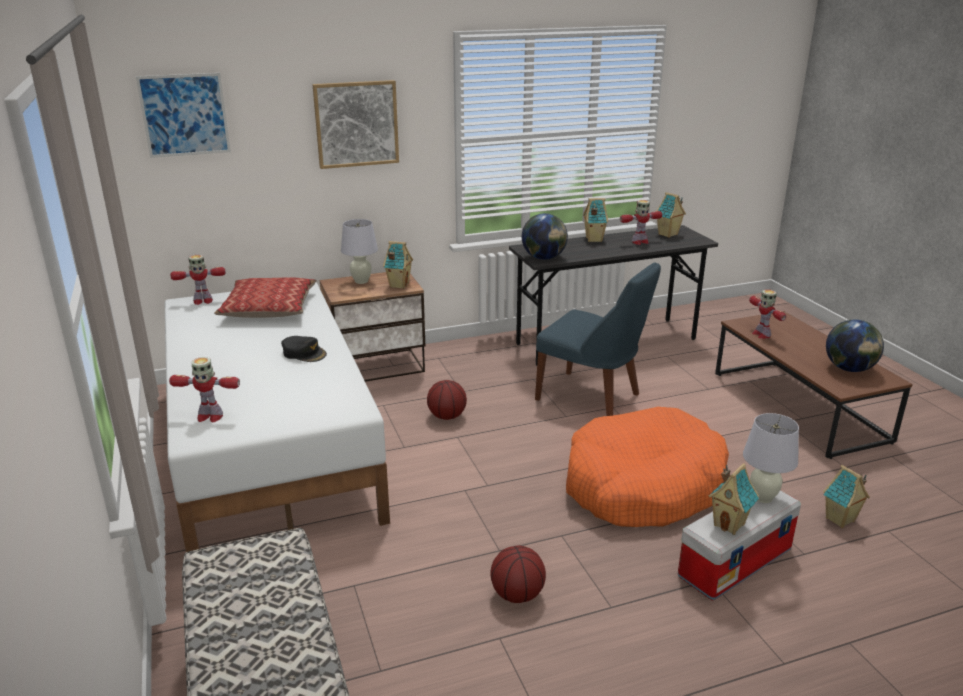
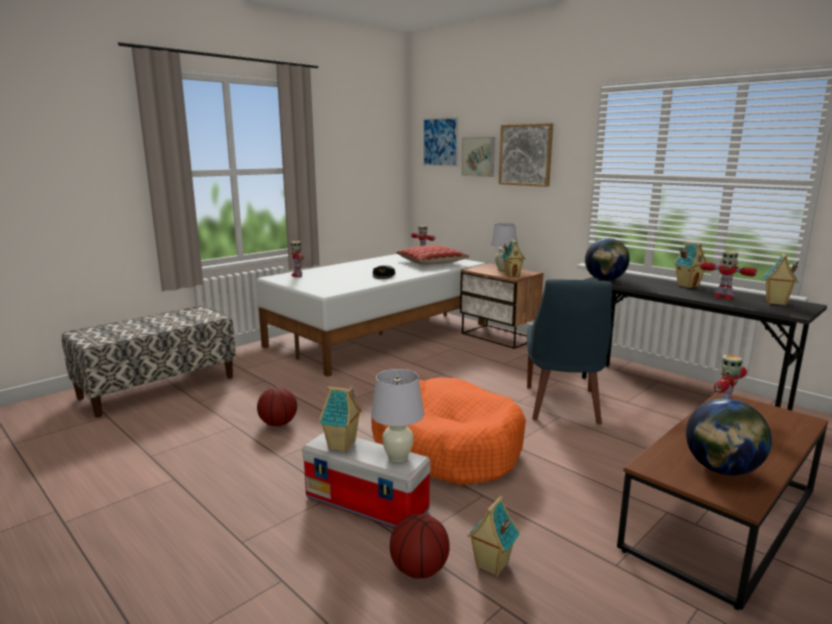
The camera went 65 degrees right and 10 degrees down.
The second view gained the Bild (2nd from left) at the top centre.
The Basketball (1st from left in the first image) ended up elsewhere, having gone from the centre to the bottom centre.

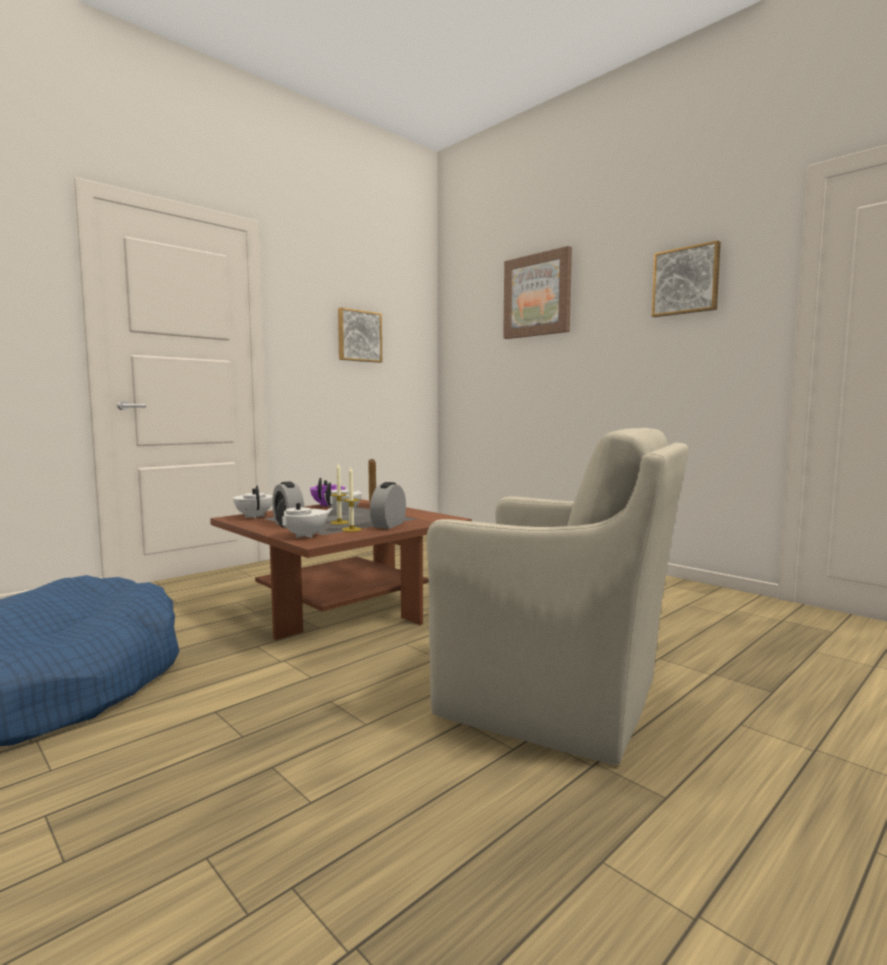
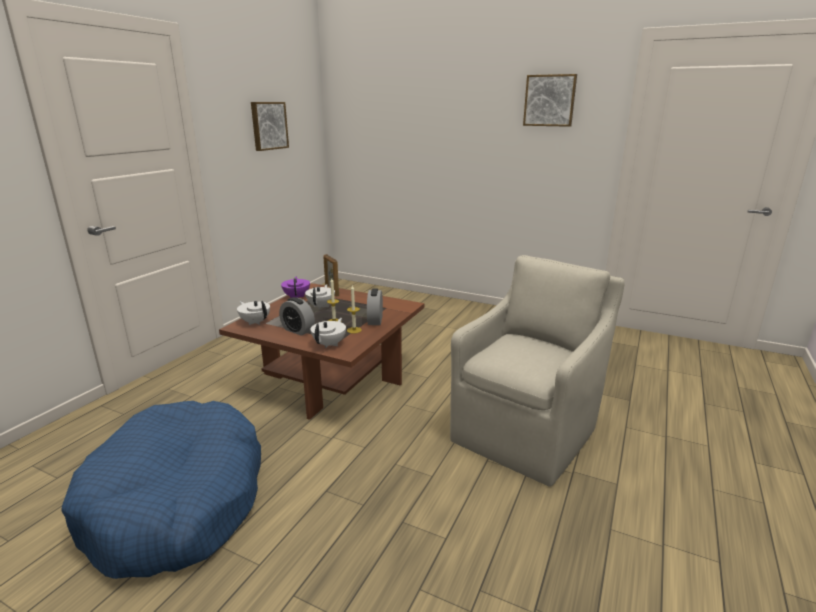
The camera went 20 degrees left and 15 degrees up.
The second view lost the Bild (2nd from left) at the top centre.
The Sessel [beige] at the centre ended up facing another way, 60 degrees counterclockwise from before.

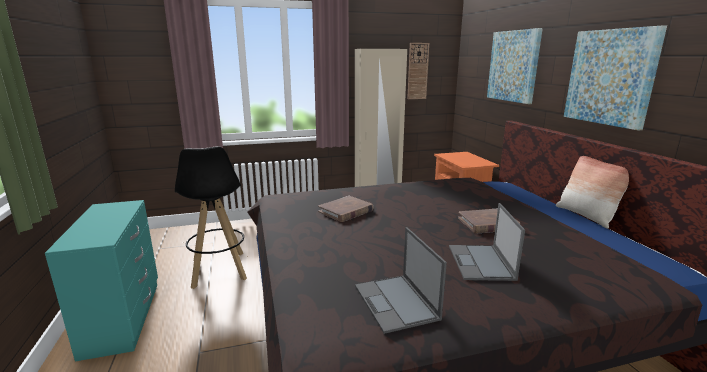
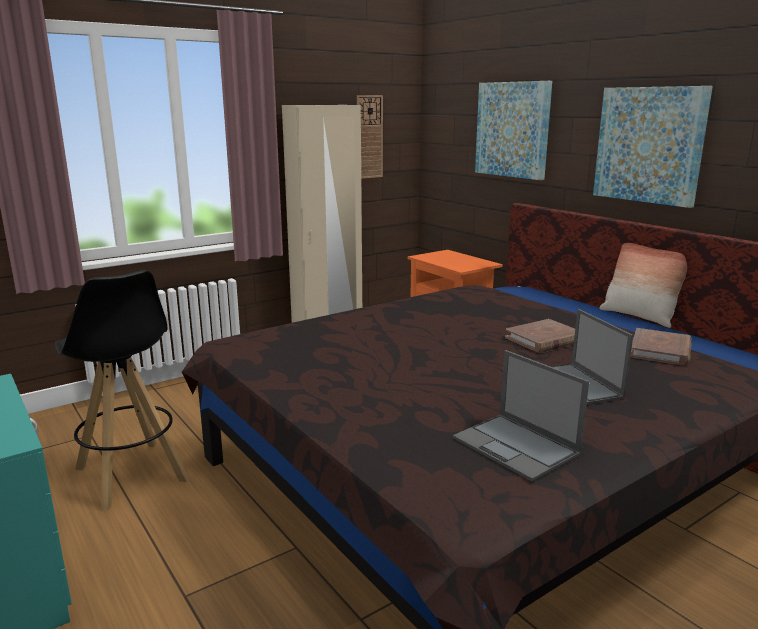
The camera went 20 degrees left and 0 degrees up.
The Buch [braun] (1st from left in the first image) ended up elsewhere, having gone from the centre to the middle right.

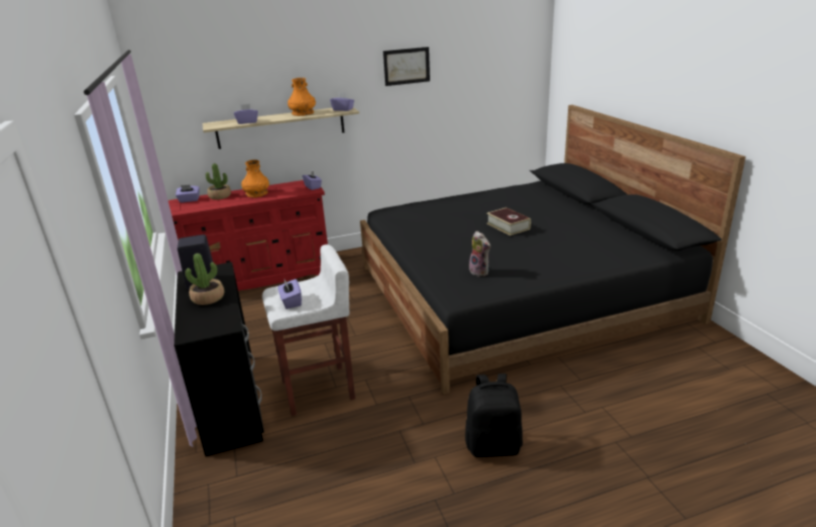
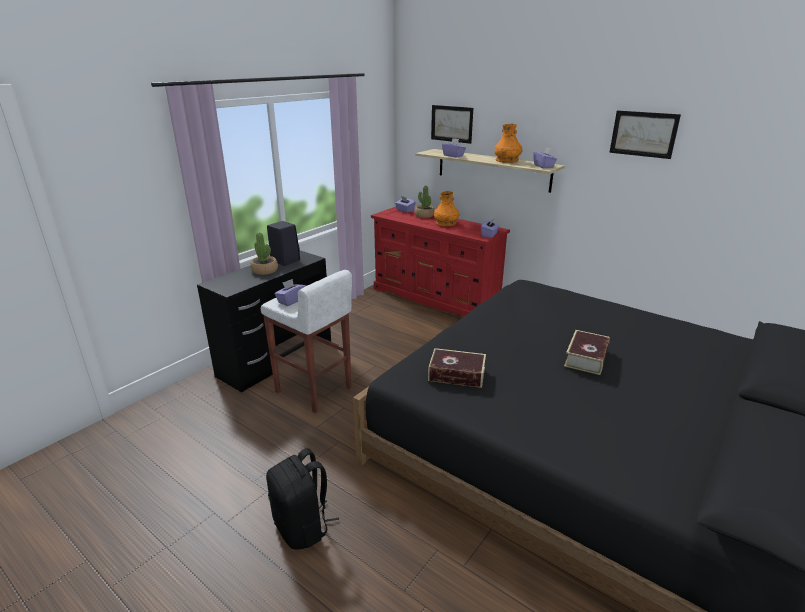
The camera went 55 degrees right and 0 degrees up.
The second view gained the Bild (1st from left) at the top centre.
Where the Plüschtier stood at the centre, the Buch (1st from left) came to stand at the centre.

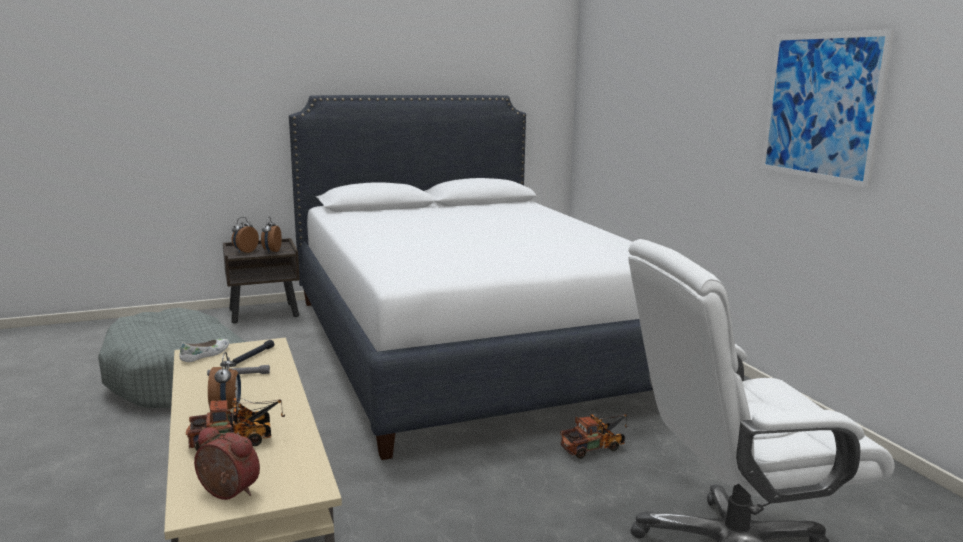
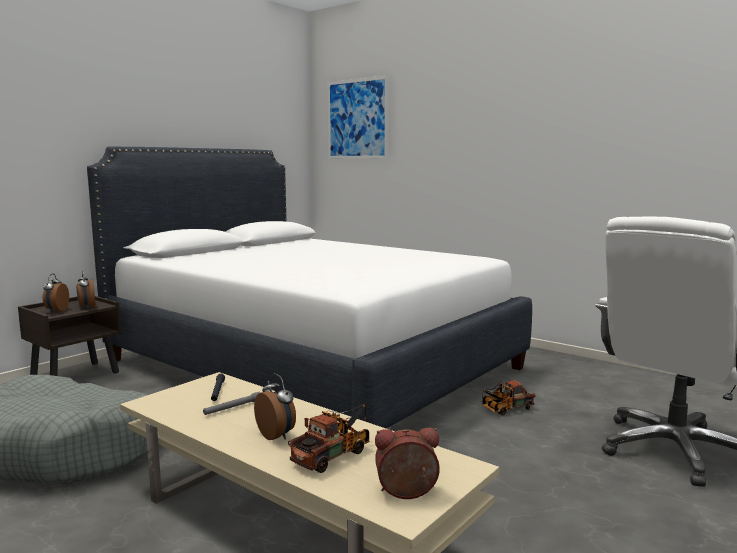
The camera went 30 degrees left and 5 degrees down.
The second view lost the Schuh [weiß] at the middle left.
The Bild ended up elsewhere, having gone from the top right to the top centre.
The Spielzeuglaster (2nd from left) at the bottom centre ended up facing another way, 150 degrees counterclockwise from before.

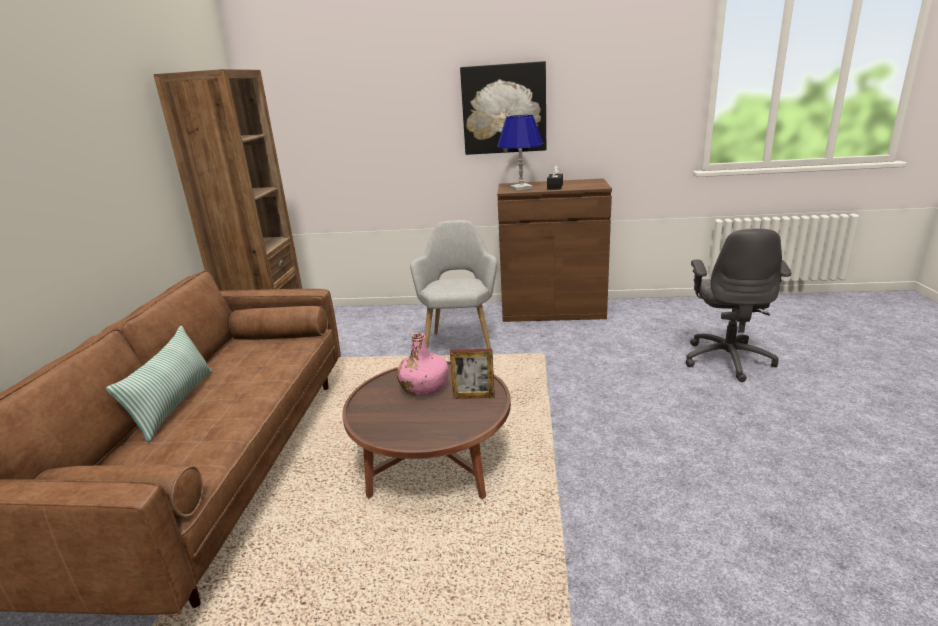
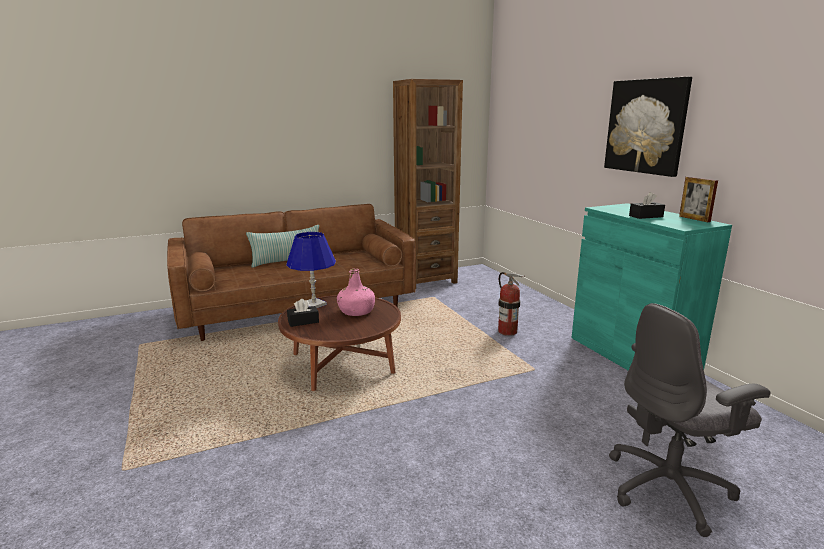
The camera went 60 degrees right and 5 degrees down.
The second view gained the Taschentuchbox [schwarz] (1st from left) at the centre.
The Bilderrahmen ended up elsewhere, having gone from the centre to the middle right.
The Tischlampe [blau] ended up elsewhere, having gone from the top centre to the centre.
Where the Sessel [grau] stood at the centre, the Feuerlöscher came to stand at the centre.
What was the Schrank [braun] at the centre turned into the Schrank [türkis] at the middle right.

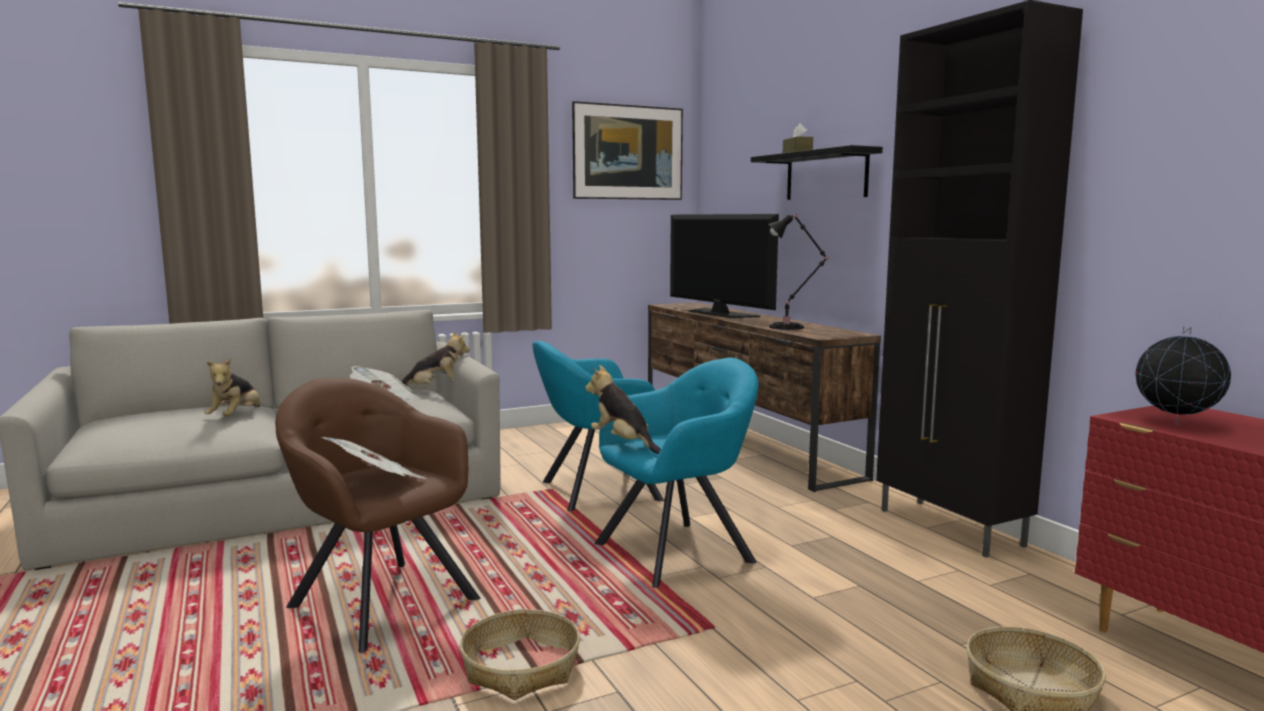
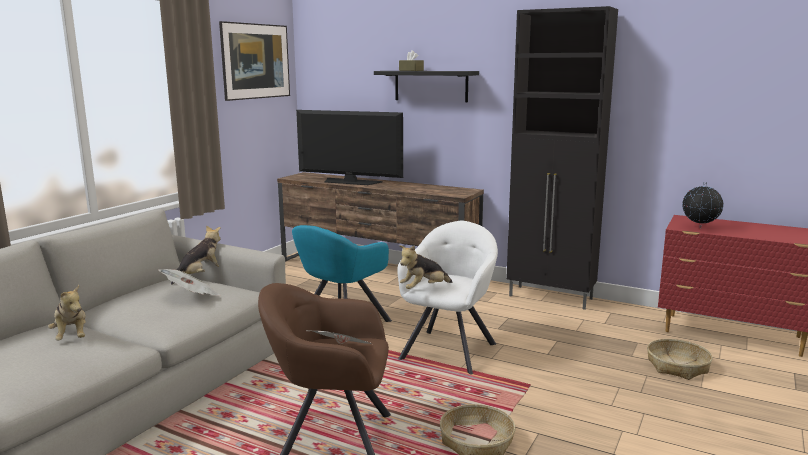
The camera went 35 degrees left and 5 degrees up.
The second view lost the Tischlampe [schwarz] at the centre.
What was the Sessel [türkis] (2nd from left) at the centre turned into the Sessel [weiß] at the centre.
The Plüschtier (3rd from left) at the centre ended up facing another way, 45 degrees counterclockwise from before.

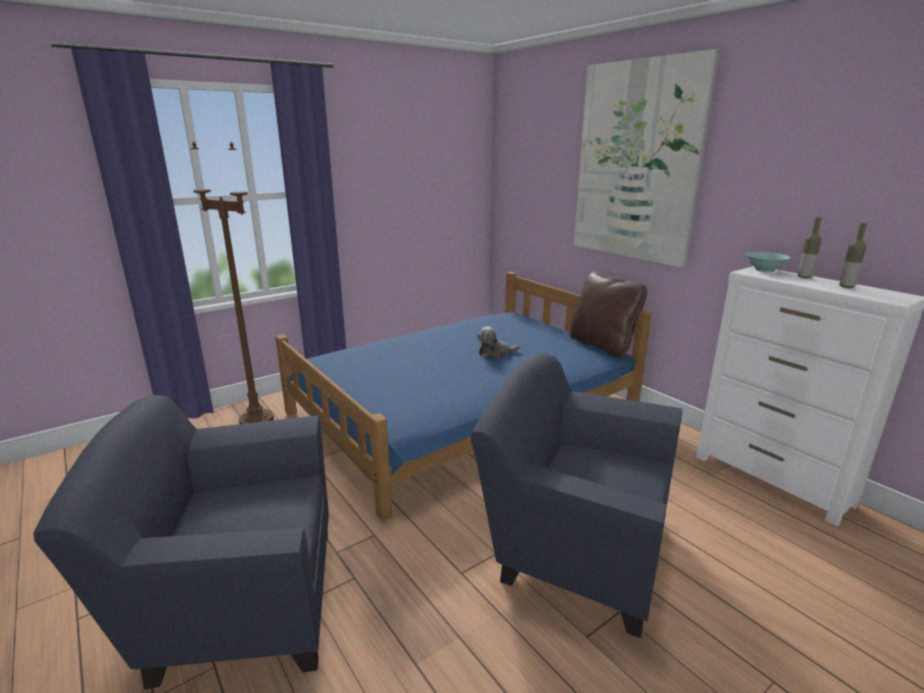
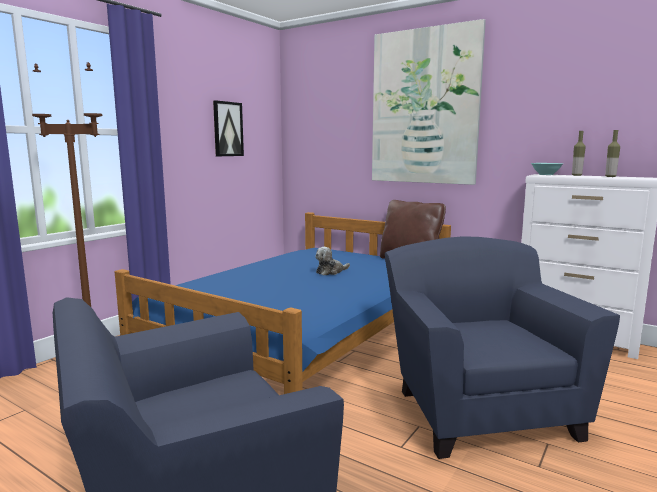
The camera went 20 degrees left and 10 degrees down.
The second view gained the Bild (1st from left) at the top centre.
The Sessel [blau] (2nd from left) at the bottom centre ended up facing another way, 75 degrees clockwise from before.

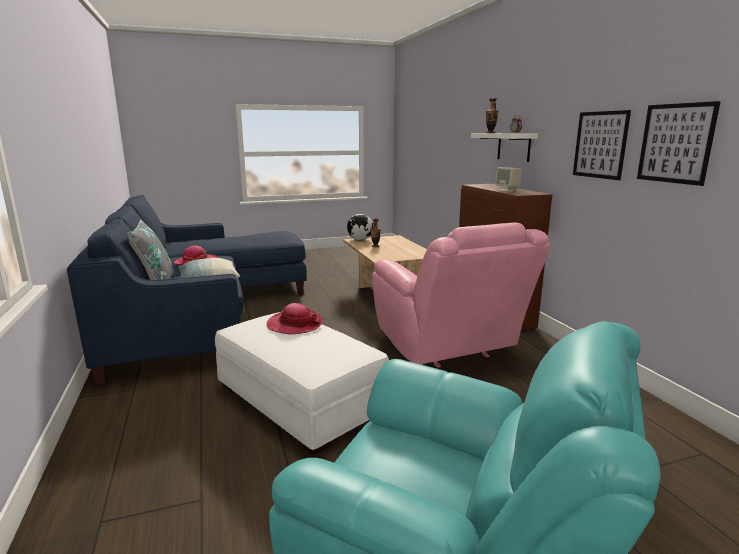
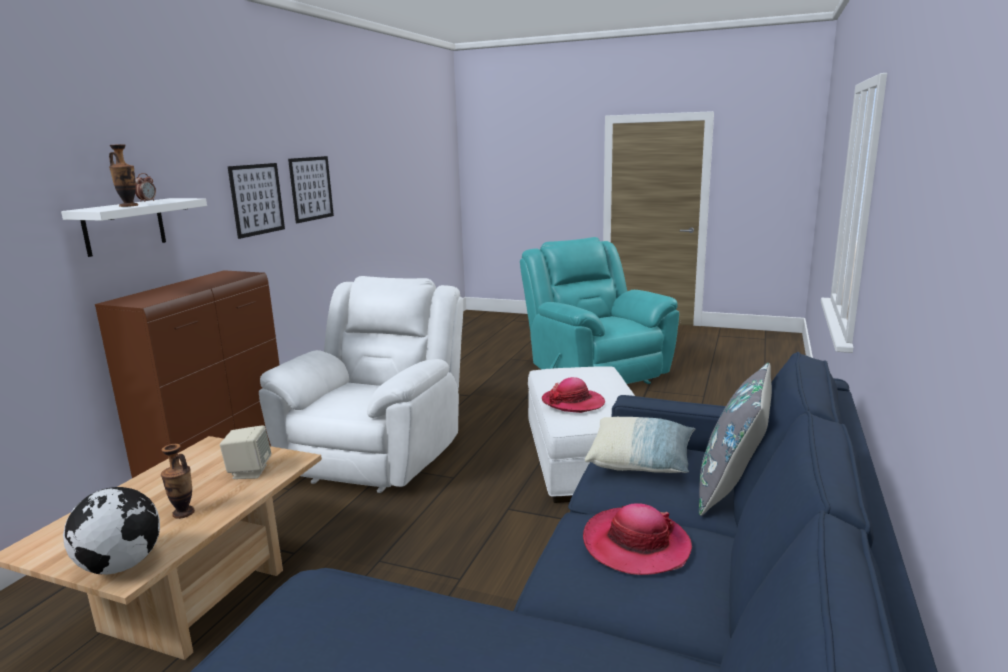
The camera went 140 degrees left and 0 degrees up.
The Lautsprecher [beige] ended up elsewhere, having gone from the top right to the bottom left.
What was the Sessel [rosa] at the centre turned into the Sessel [weiß] at the centre.

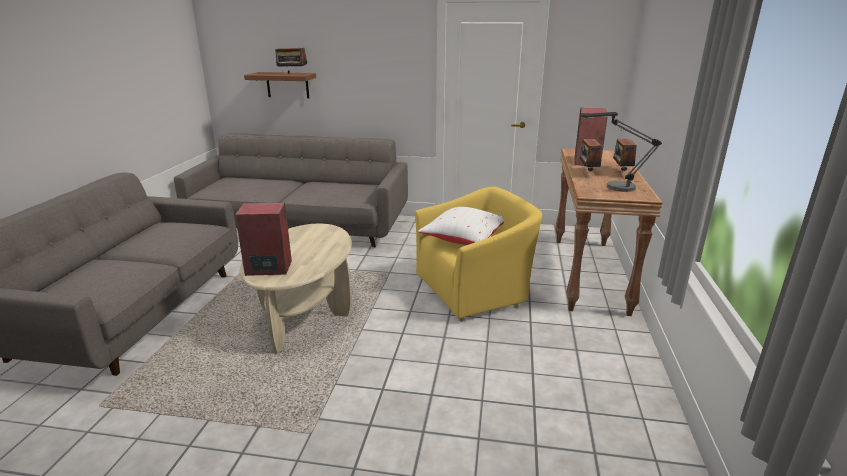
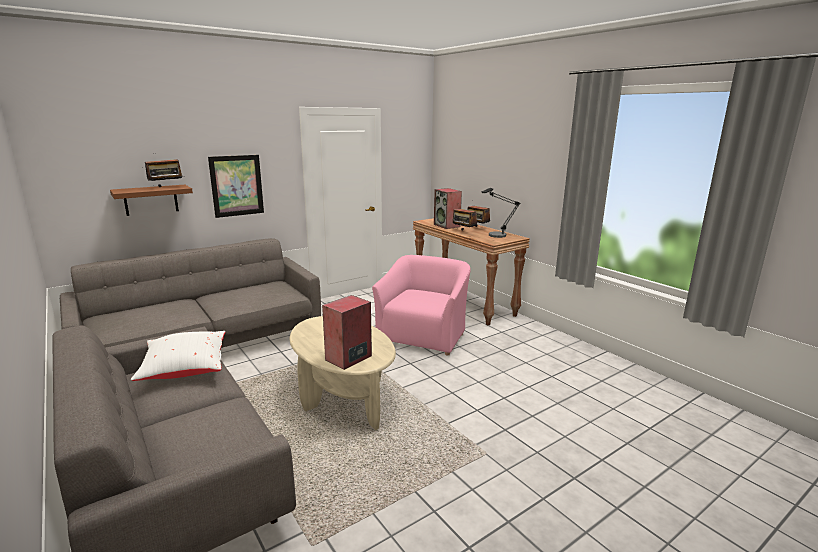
The camera went 45 degrees left and 5 degrees down.
The second view gained the Bild at the middle left.
The Kissen [weiß] ended up elsewhere, having gone from the centre to the middle left.
What was the Sessel [gelb] at the centre turned into the Sessel [rosa] at the centre.

